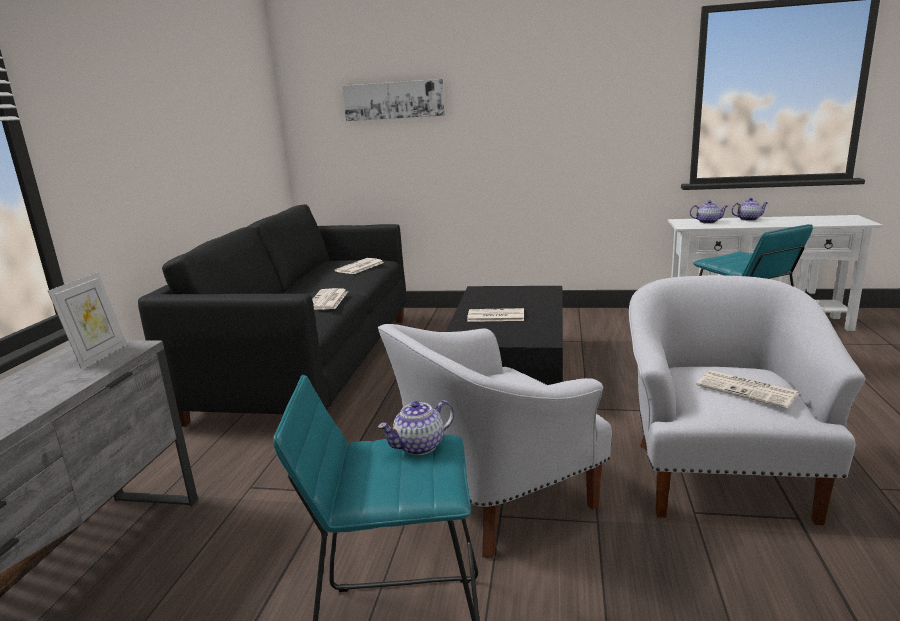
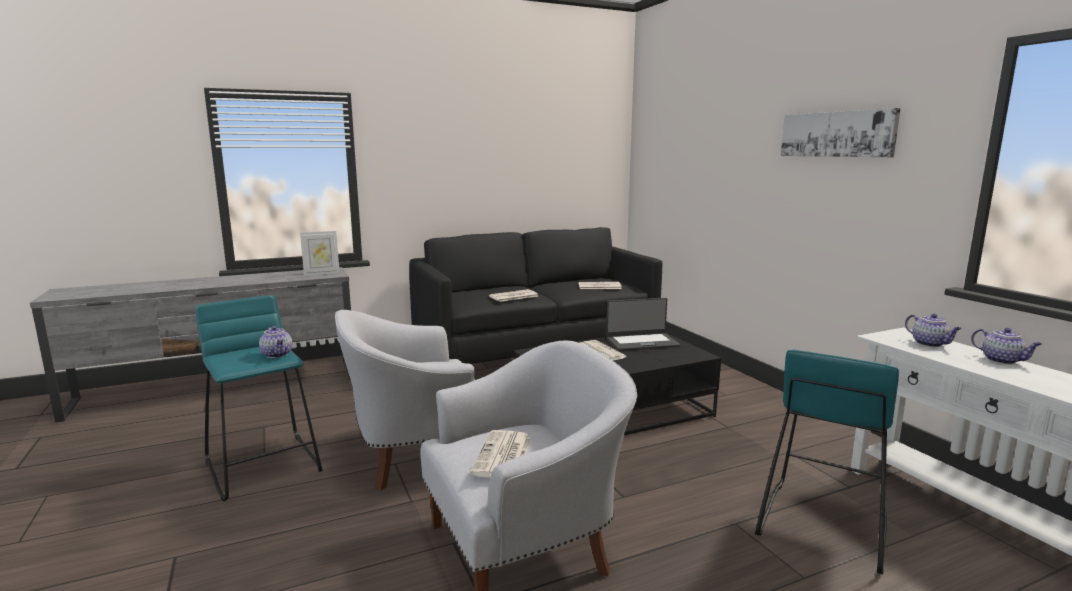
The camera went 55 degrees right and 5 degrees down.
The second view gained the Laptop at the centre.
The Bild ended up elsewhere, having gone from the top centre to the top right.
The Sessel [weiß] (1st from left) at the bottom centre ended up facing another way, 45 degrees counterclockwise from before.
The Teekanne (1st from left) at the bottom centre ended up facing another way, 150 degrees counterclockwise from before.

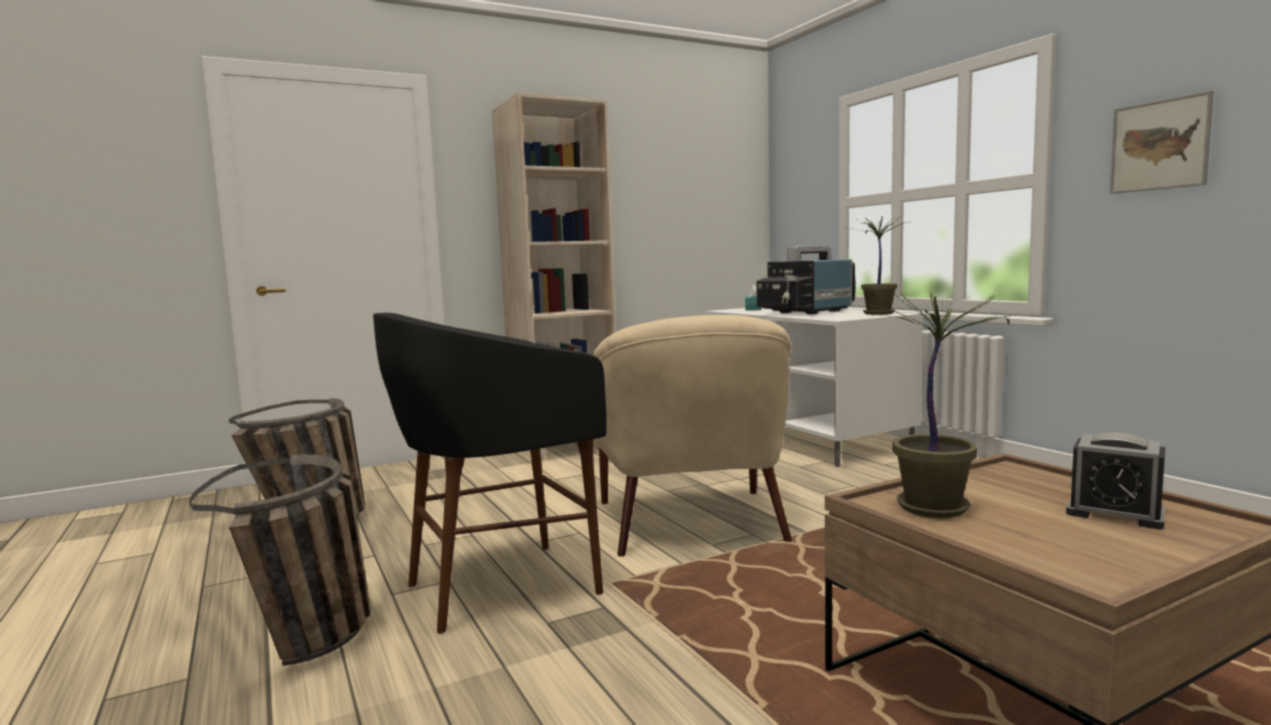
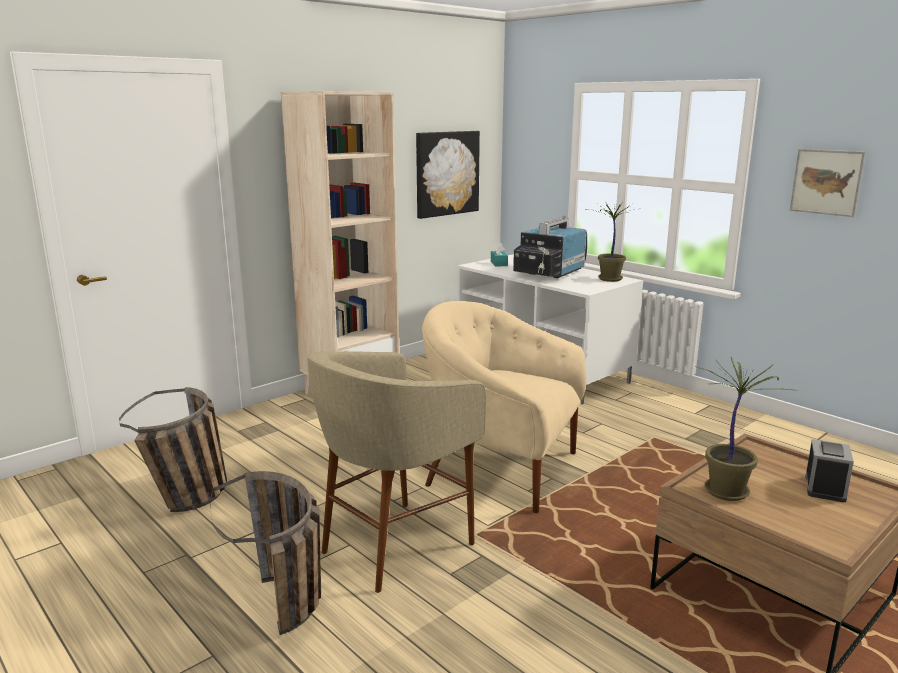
The camera went 15 degrees left and 10 degrees up.
The second view gained the Bild (1st from left) at the top centre.
What was the Hocker [schwarz] at the centre turned into the Hocker [beige] at the bottom centre.
The Sessel [beige] at the centre ended up facing another way, 135 degrees clockwise from before.
The Wecker at the middle right ended up facing another way, 90 degrees counterclockwise from before.

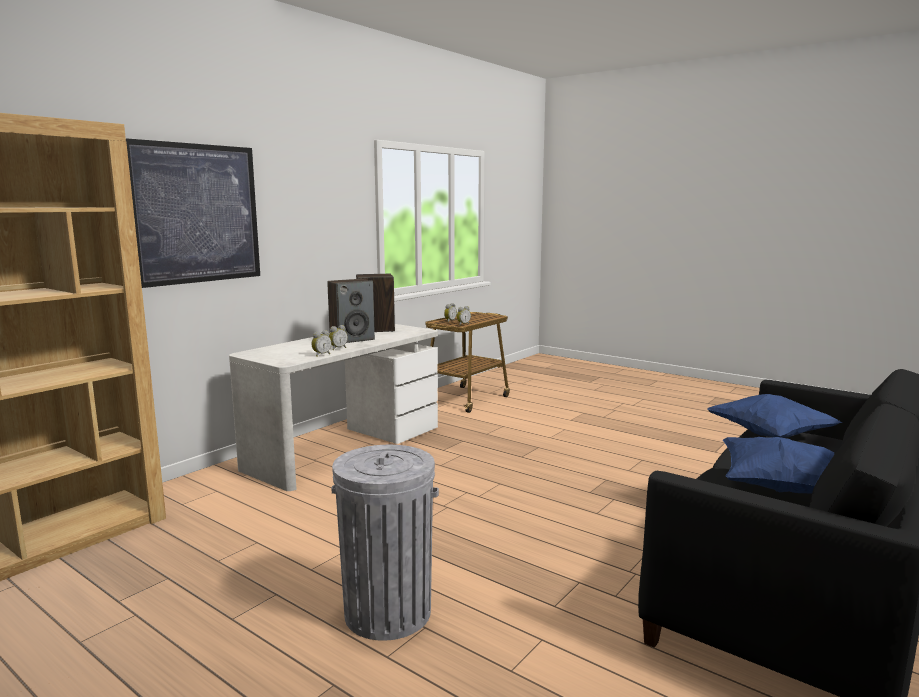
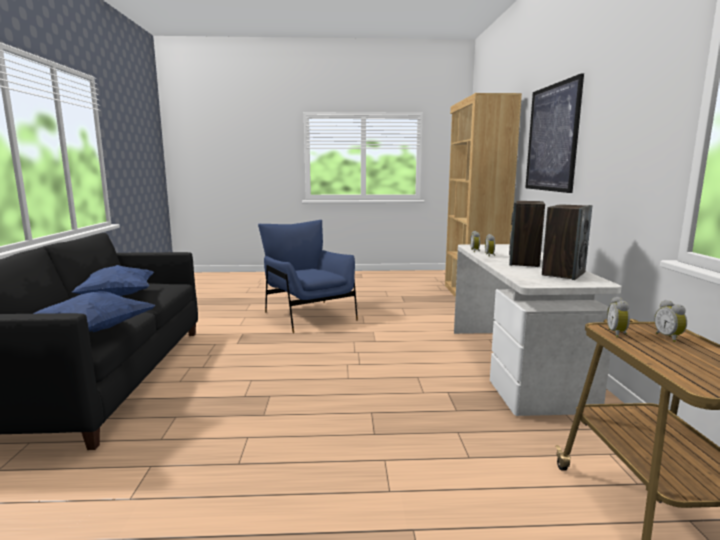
The camera went 140 degrees right and 0 degrees up.
Where the Mülleimer [grau] stood at the bottom centre, the Sessel [blau] came to stand at the centre.

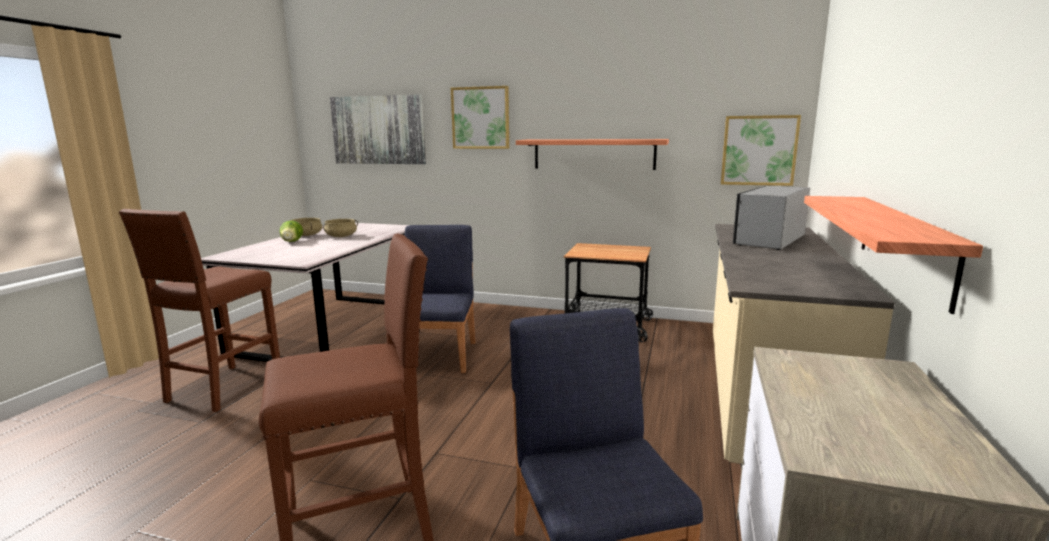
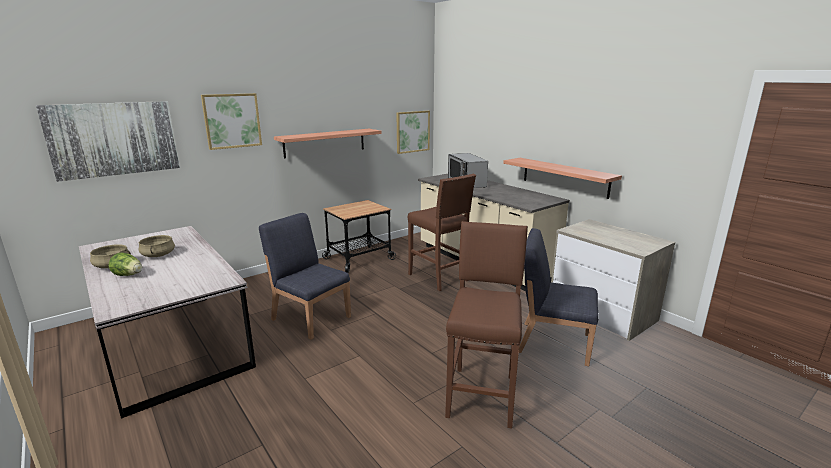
The camera went 55 degrees left and 5 degrees up.
The Hocker [braun] (1st from left) ended up elsewhere, having gone from the middle left to the centre.

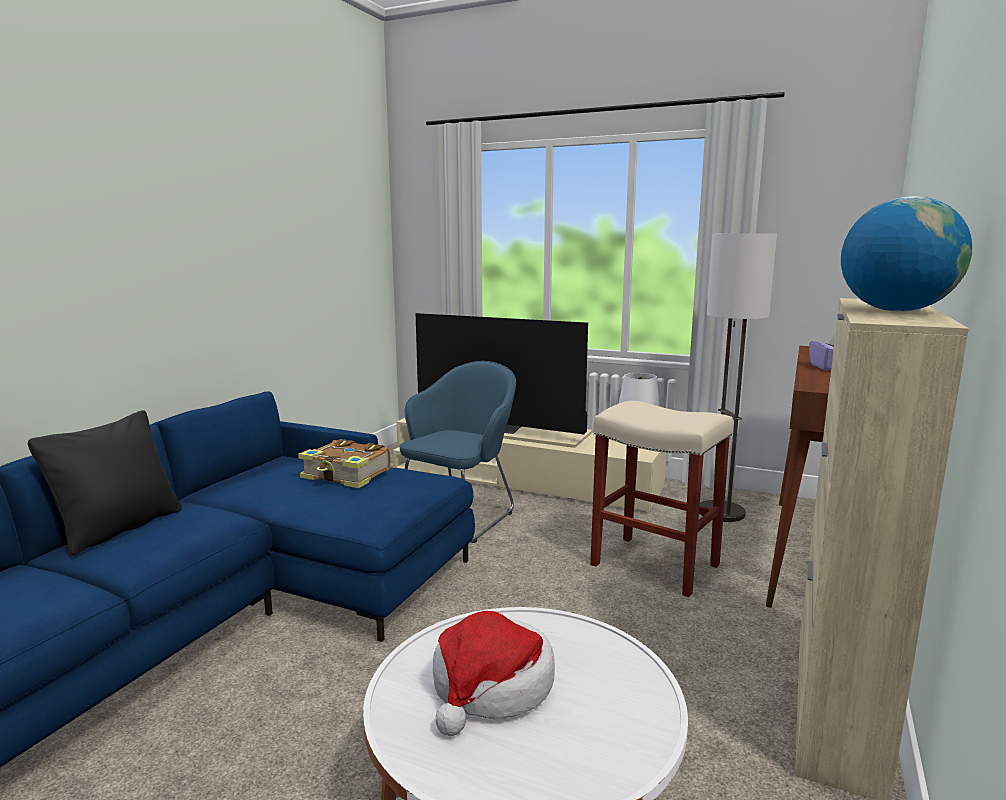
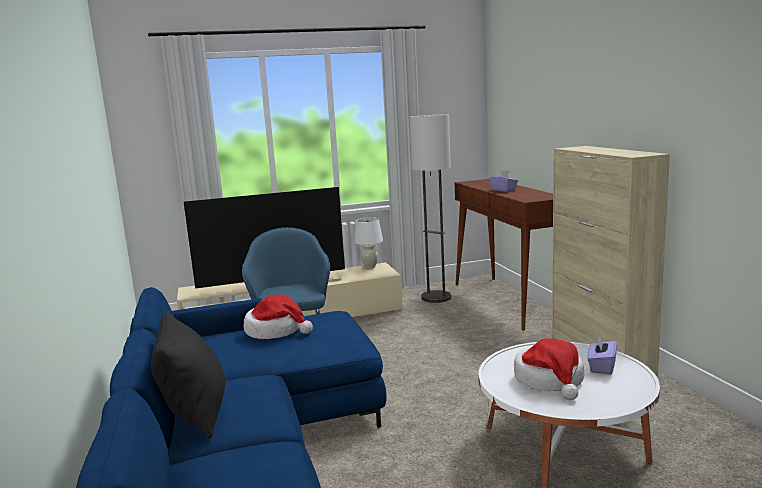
The camera went 40 degrees left and 0 degrees up.
The second view lost the Hocker [beige] at the centre.
The second view lost the Globus at the top right.
The second view gained the Taschentuchbox [lila] (2nd from left) at the bottom right.
Where the Buch stood at the centre, the Hut (1st from left) came to stand at the centre.

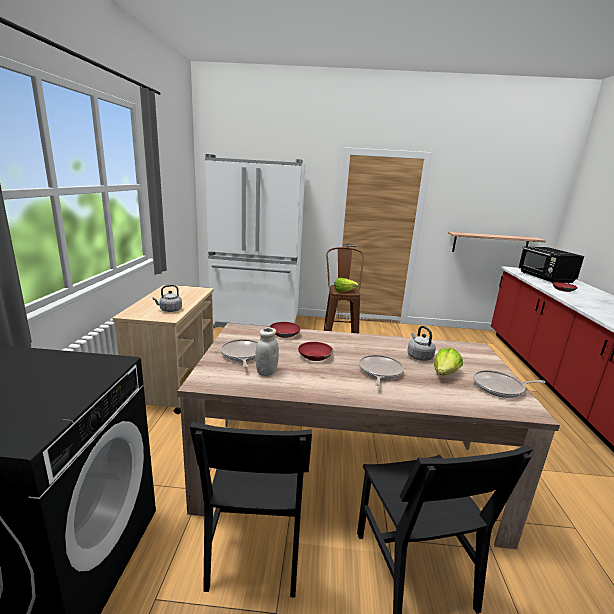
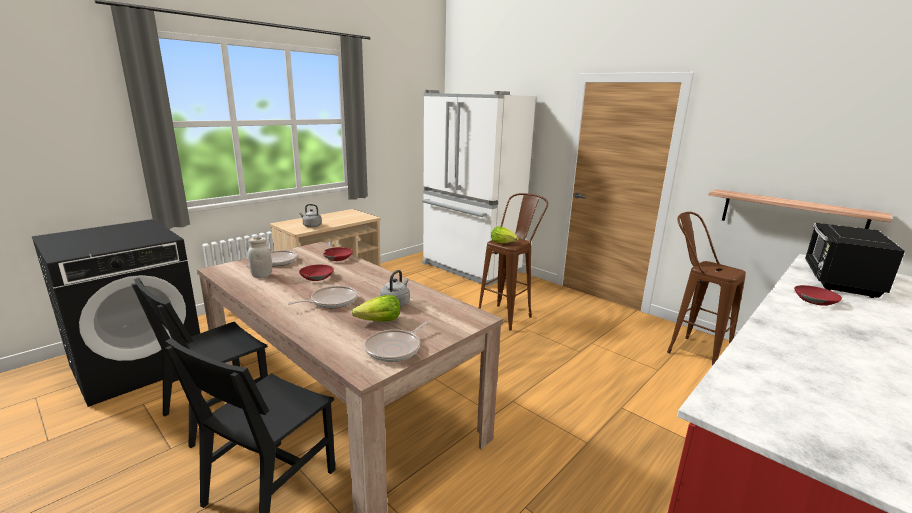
The camera went 40 degrees right and 0 degrees up.
The second view gained the Hocker [braun] (2nd from left) at the middle right.
The Pfanne (3rd from left) at the middle right ended up facing another way, 90 degrees counterclockwise from before.

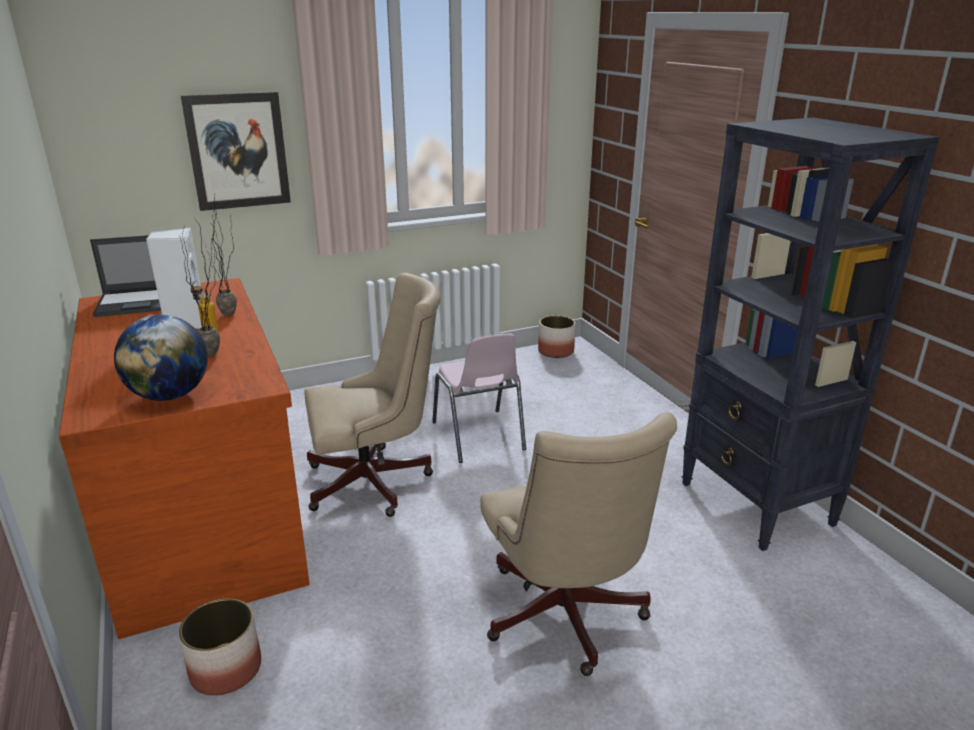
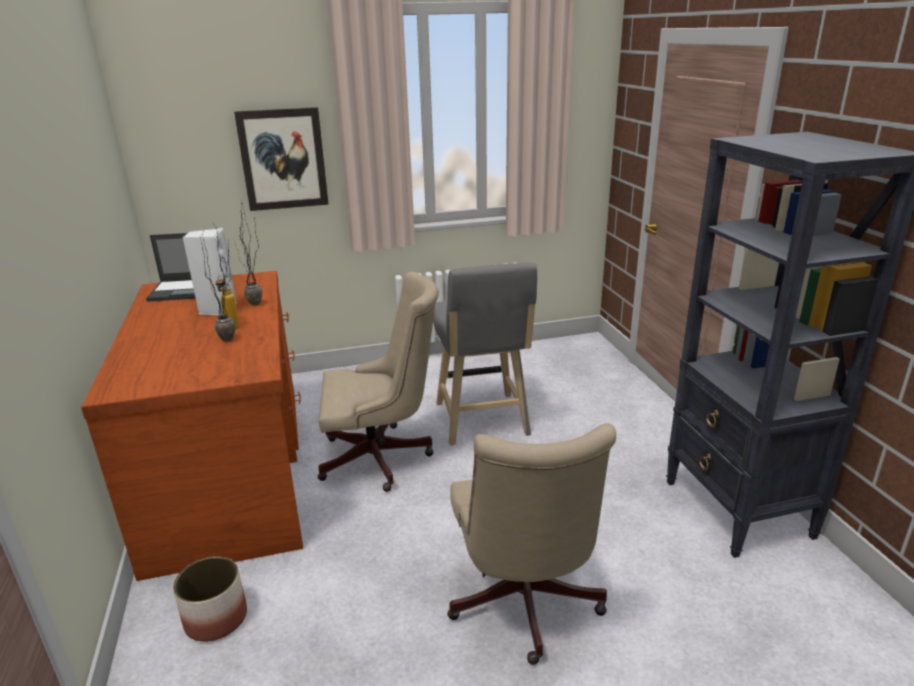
The camera went 10 degrees right and 0 degrees up.
The second view lost the Globus at the middle left.
The second view lost the Pflanzkübel (2nd from left) at the centre.
Where the Stuhl [rosa] stood at the centre, the Hocker [grau] came to stand at the centre.

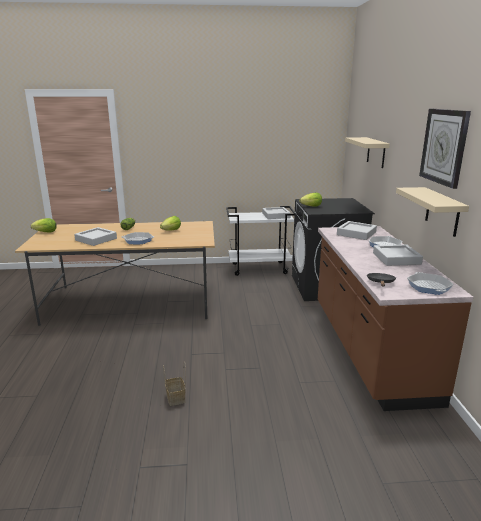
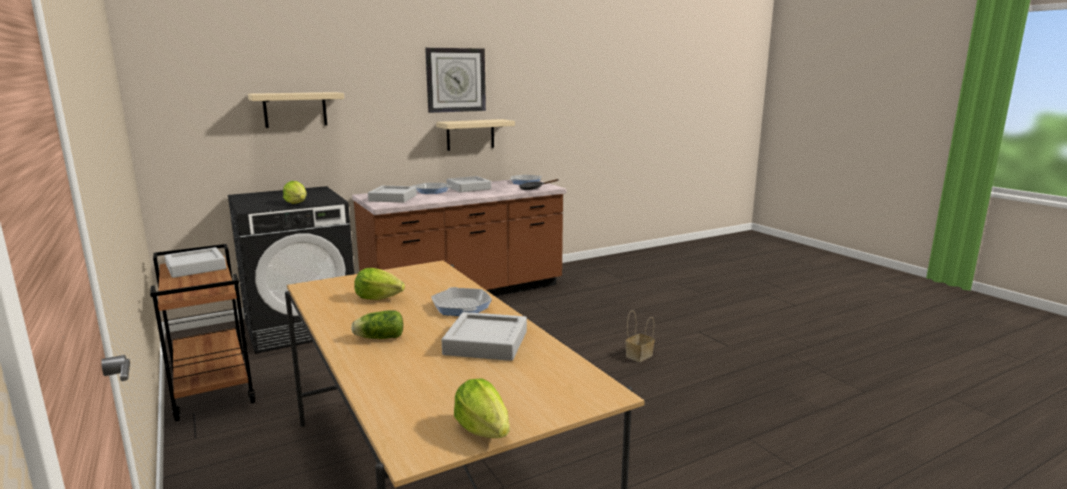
The camera went 115 degrees left and 5 degrees down.
What was the Rollwagen [weiß] at the centre turned into the Rollwagen [braun] at the bottom left.

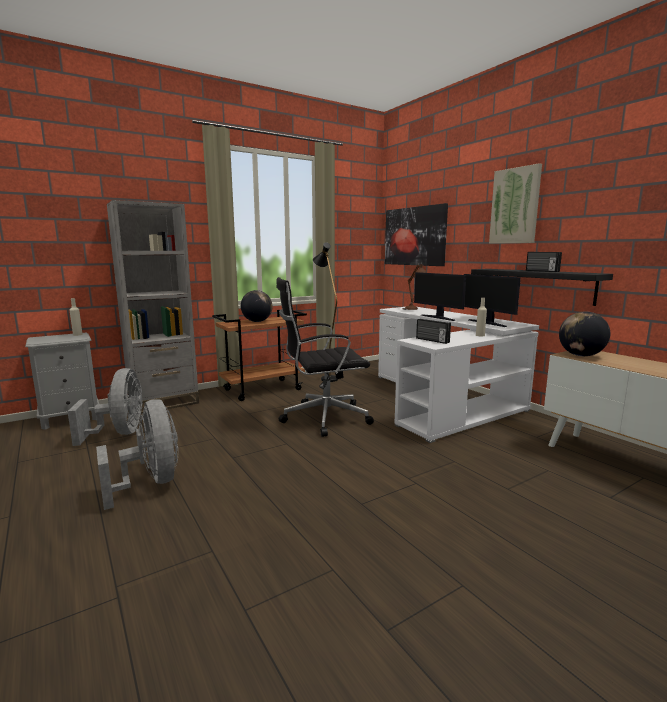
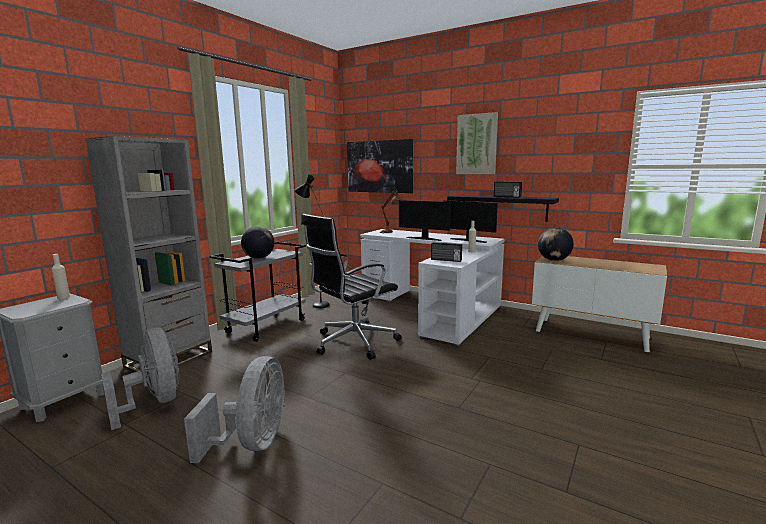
The camera went 25 degrees left and 0 degrees up.
What was the Rollwagen [braun] at the centre turned into the Rollwagen [grau] at the centre.
The Ventilator [grau] (2nd from left) at the middle left ended up facing another way, 60 degrees clockwise from before.

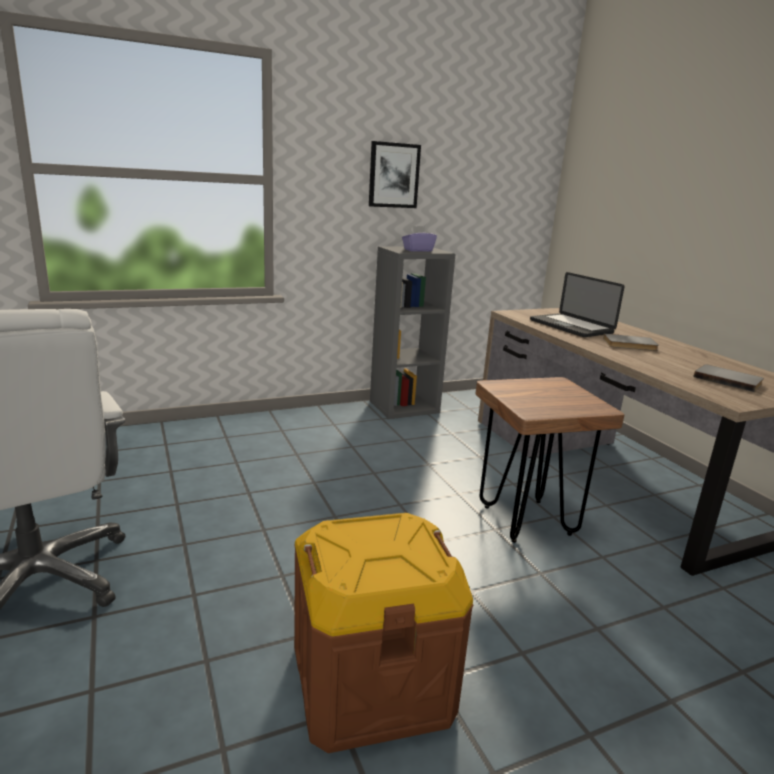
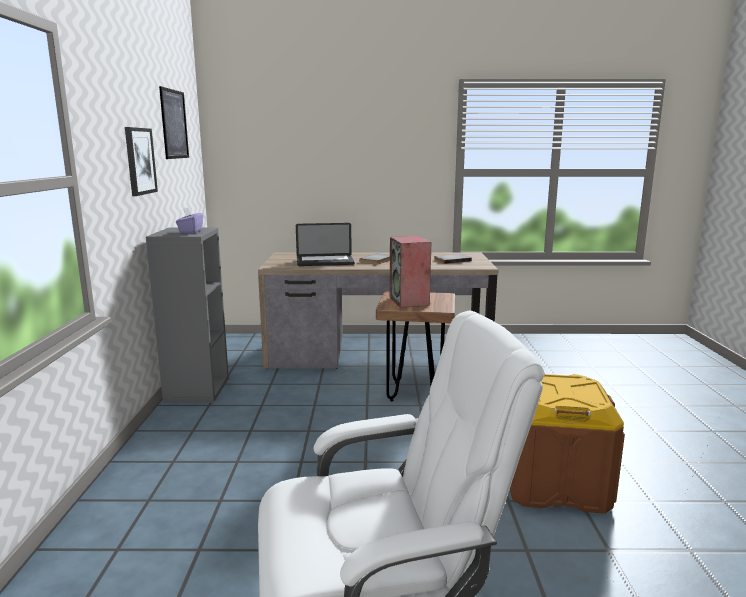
The camera went 65 degrees left and 5 degrees down.
The second view gained the Bild (2nd from left) at the top left.
The second view gained the Lautsprecher at the centre.

